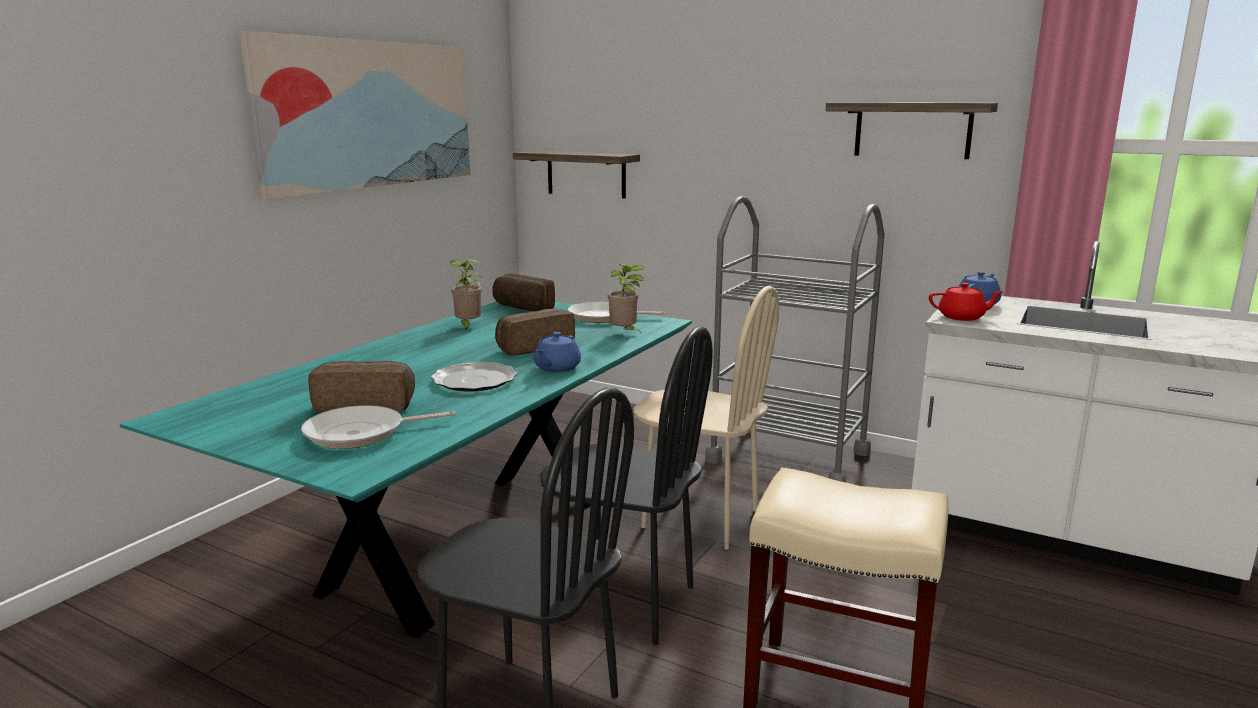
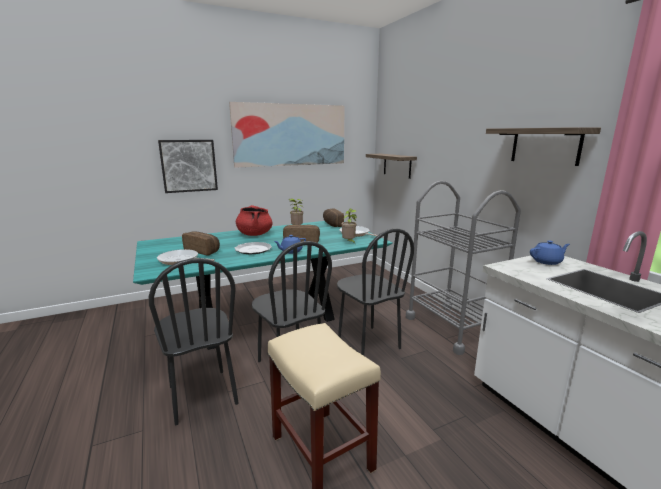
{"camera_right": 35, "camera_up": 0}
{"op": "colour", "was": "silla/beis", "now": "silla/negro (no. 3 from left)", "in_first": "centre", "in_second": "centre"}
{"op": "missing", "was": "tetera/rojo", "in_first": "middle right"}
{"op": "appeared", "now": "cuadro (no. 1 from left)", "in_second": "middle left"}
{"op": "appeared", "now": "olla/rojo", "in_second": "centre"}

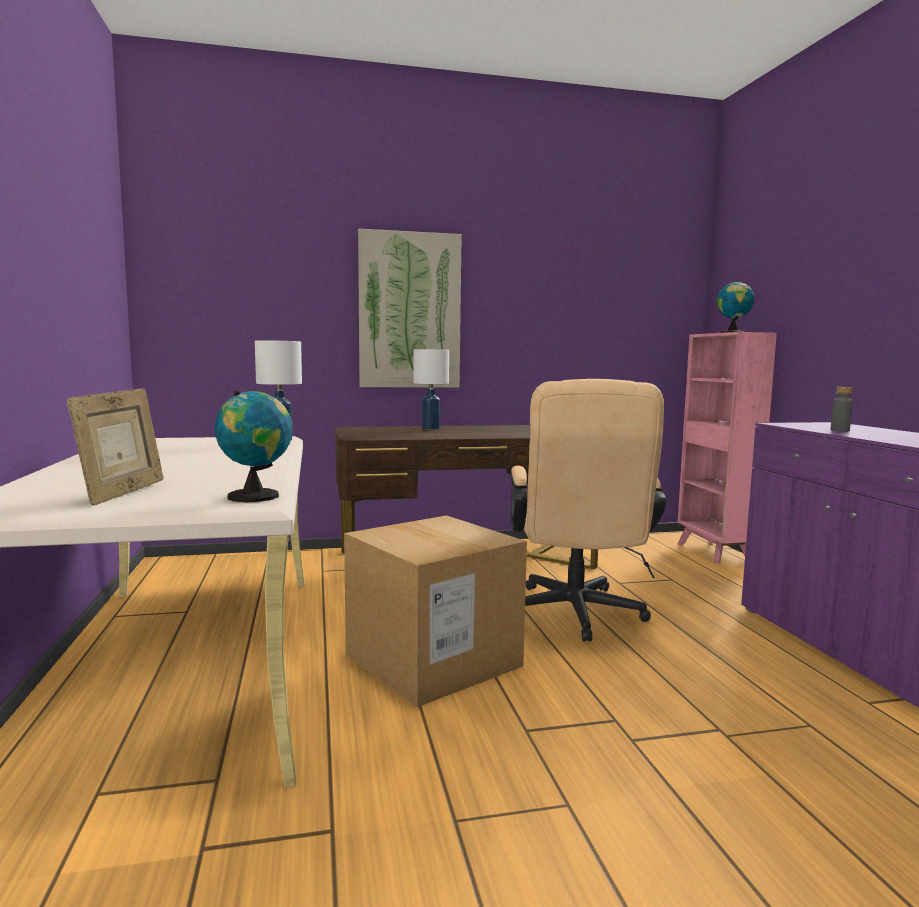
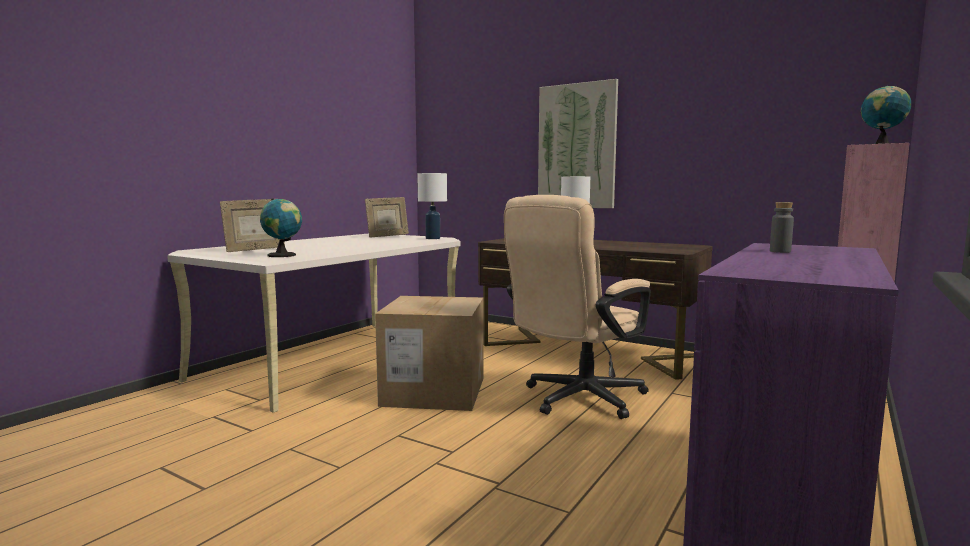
{"camera_right": 45, "camera_up": 0}
{"op": "appeared", "now": "portarretratos (no. 2 from left)", "in_second": "centre"}

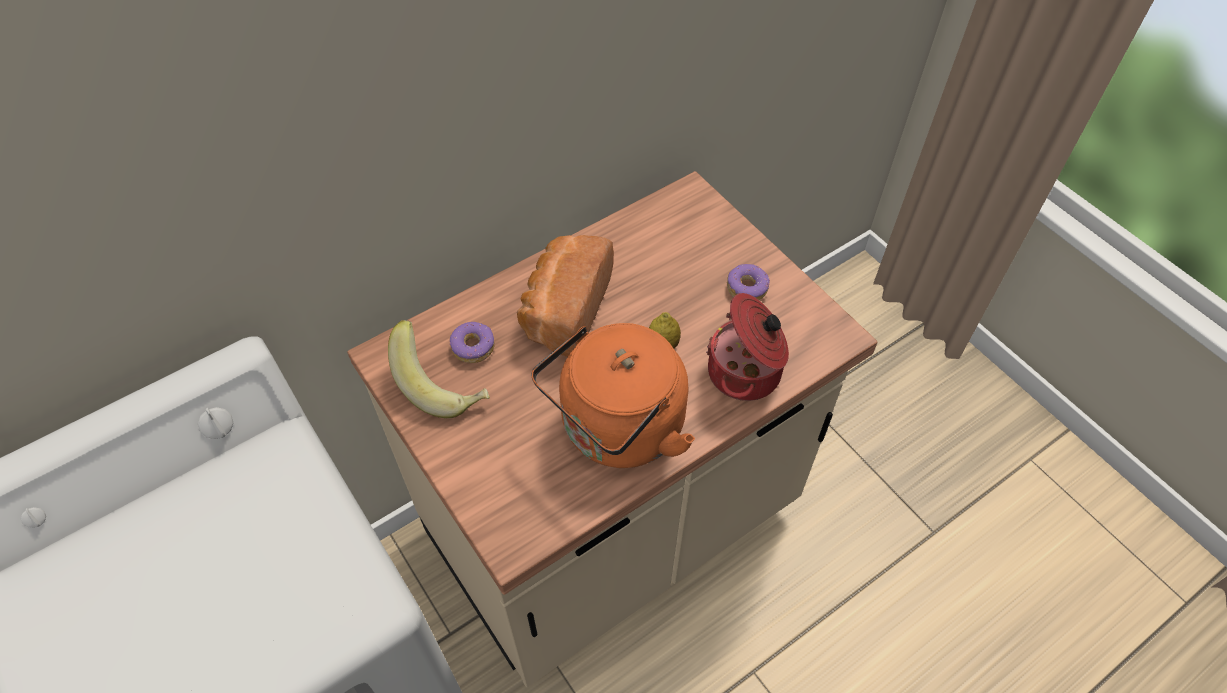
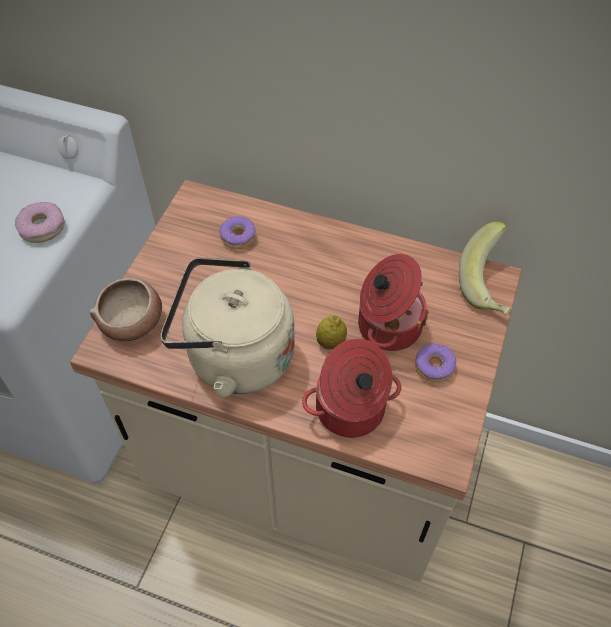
{"camera_right": 55, "camera_up": 0}
{"op": "relocated", "was": "plátano", "in_first": "centre", "in_second": "middle right"}
{"op": "missing", "was": "pan", "in_first": "centre"}
{"op": "colour", "was": "hervidor/naranja", "now": "hervidor/beis", "in_first": "centre", "in_second": "centre"}
{"op": "appeared", "now": "rosquilla (no. 1 from left)", "in_second": "middle left"}
{"op": "appeared", "now": "cuenco", "in_second": "middle left"}
{"op": "appeared", "now": "olla (no. 2 from left)", "in_second": "centre"}

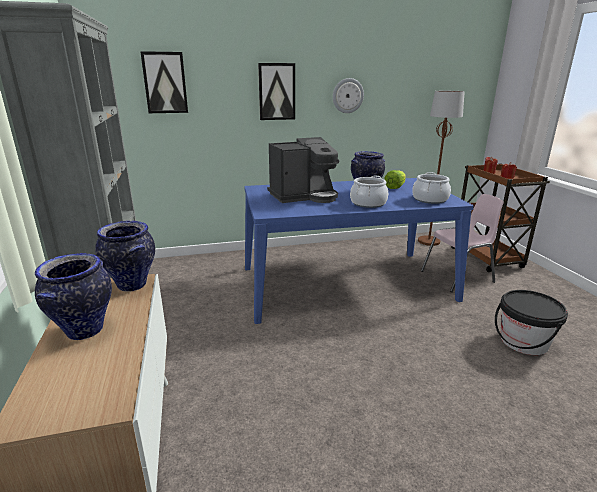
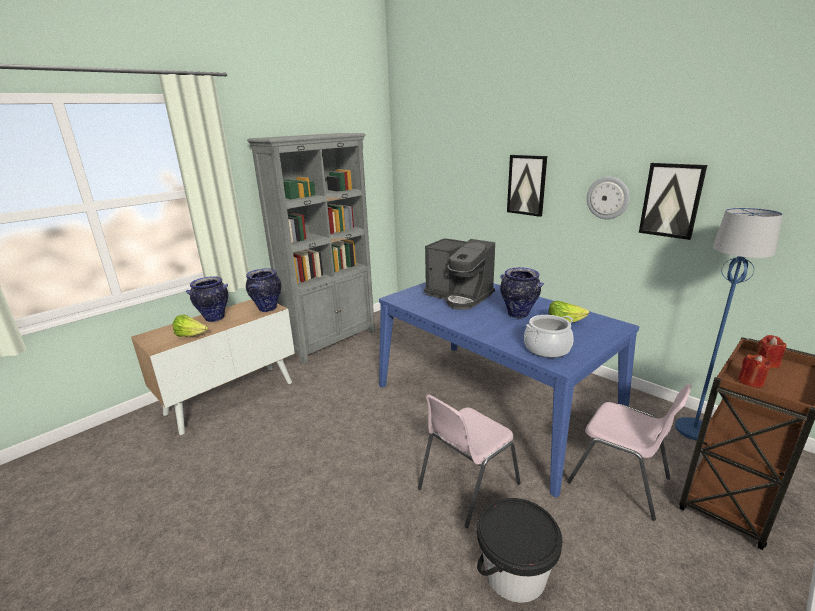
{"camera_right": 60, "camera_up": 0}
{"op": "relocated", "was": "cuadro (no. 1 from left in the first image)", "now": "cuadro (no. 2 from left)", "in_first": "top left", "in_second": "top right"}
{"op": "missing", "was": "olla (no. 1 from left)", "in_first": "centre"}
{"op": "colour", "was": "lámpara de pie/marrón", "now": "lámpara de pie/azul", "in_first": "middle right", "in_second": "middle right"}
{"op": "appeared", "now": "lechuga (no. 1 from left)", "in_second": "middle left"}
{"op": "appeared", "now": "silla/rosa (no. 1 from left)", "in_second": "bottom centre"}

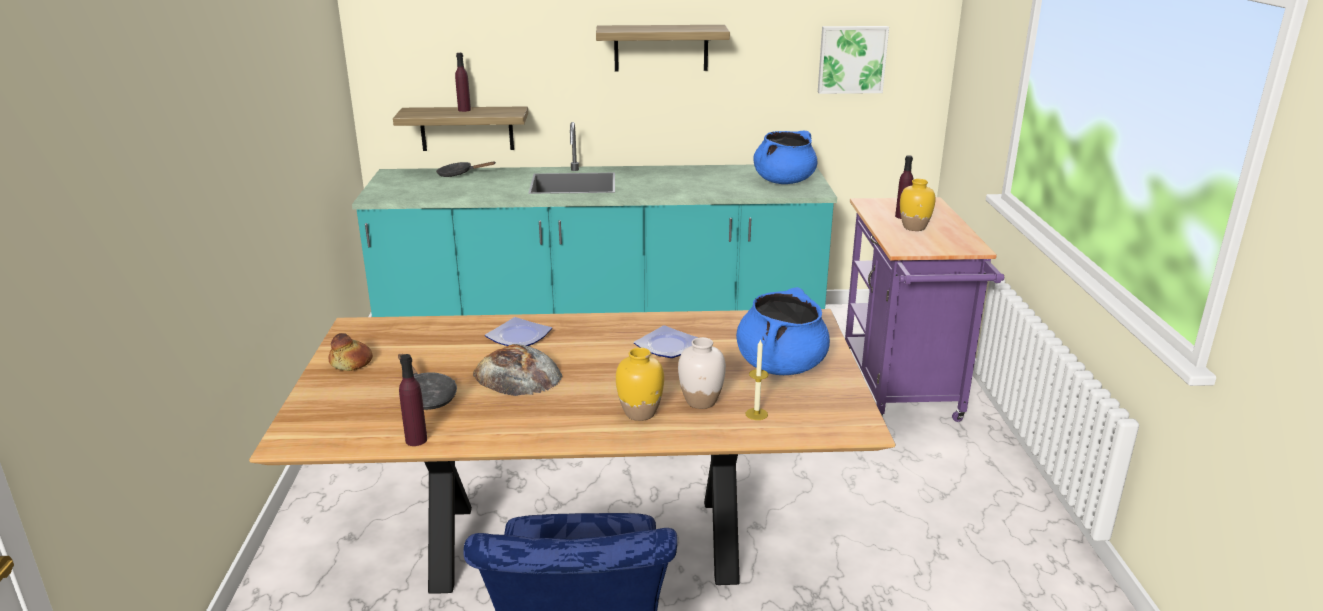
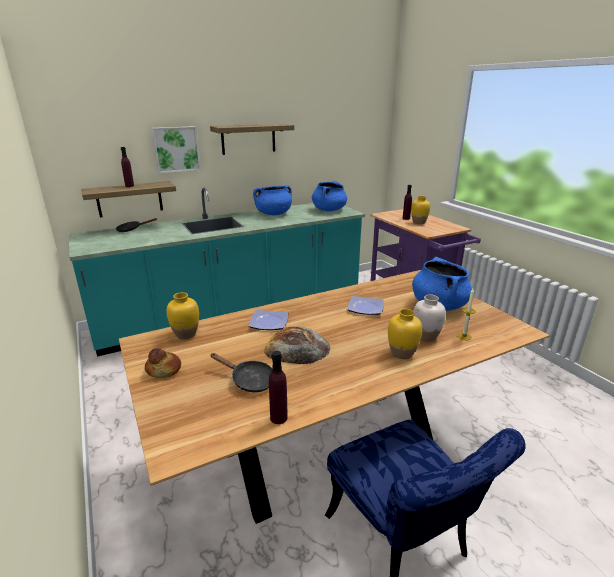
{"camera_right": -25, "camera_up": 0}
{"op": "relocated", "was": "cuadro", "in_first": "top centre", "in_second": "top left"}
{"op": "appeared", "now": "florero/amarillo (no. 1 from left)", "in_second": "middle left"}
{"op": "appeared", "now": "olla/azul (no. 1 from left)", "in_second": "centre"}

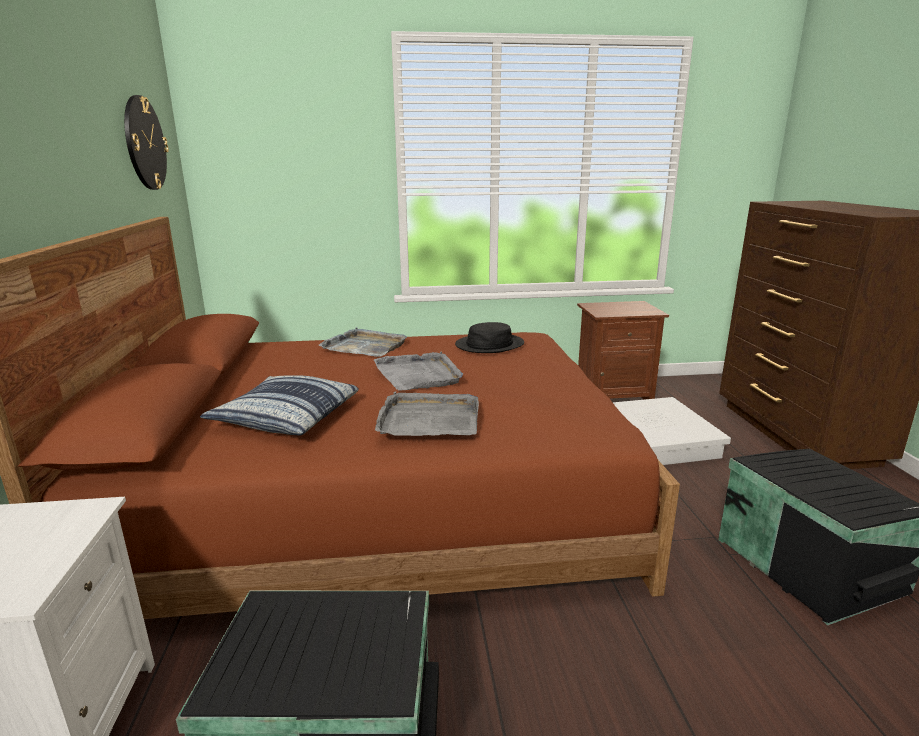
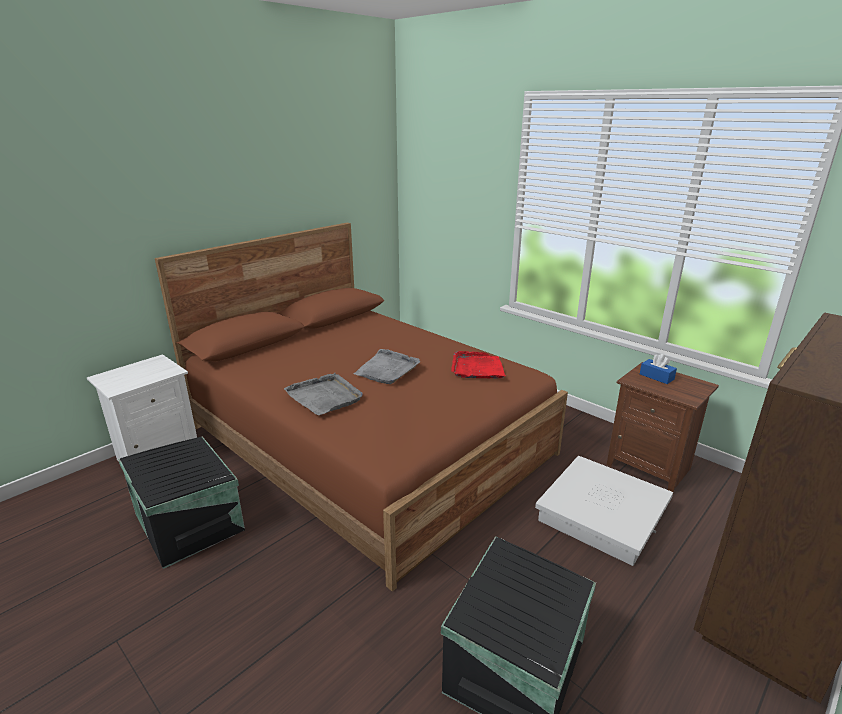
{"camera_right": 50, "camera_up": 5}
{"op": "missing", "was": "reloj de pared", "in_first": "top left"}
{"op": "missing", "was": "cojín", "in_first": "middle left"}
{"op": "missing", "was": "bandeja/gris (no. 1 from left)", "in_first": "centre"}
{"op": "exchanged", "was": "sombrero/negro", "now": "bandeja/rojo", "in_first": "centre", "in_second": "centre"}
{"op": "appeared", "now": "caja de pañuelos/azul", "in_second": "middle right"}

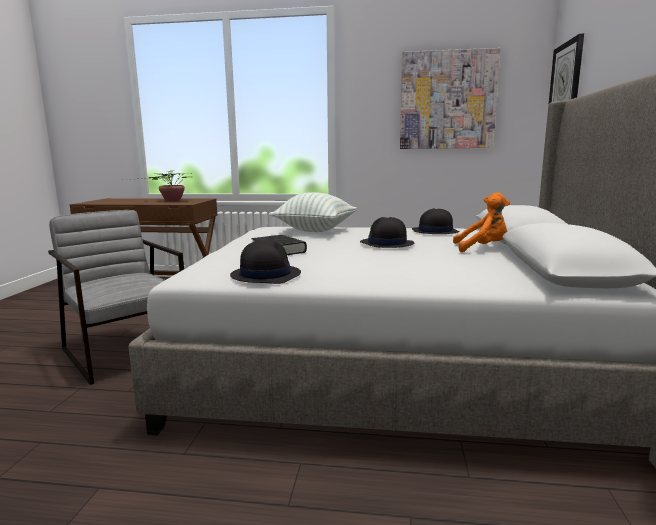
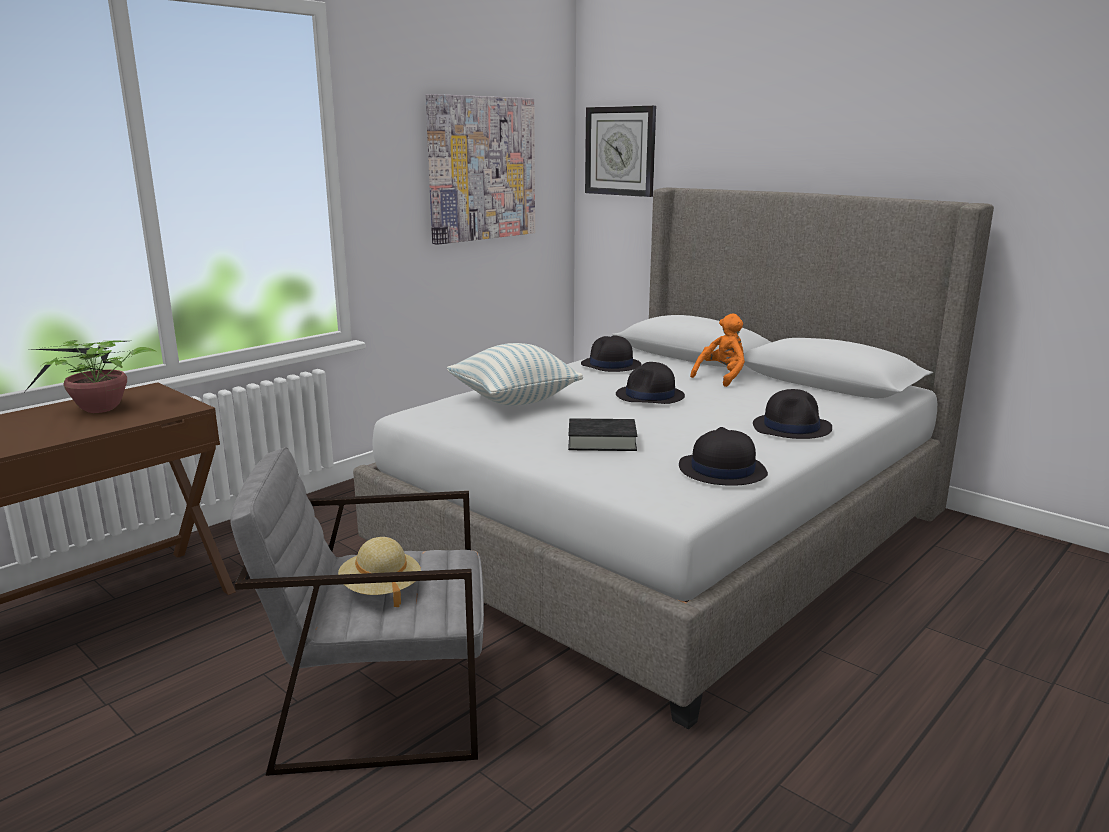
{"camera_right": -55, "camera_up": 5}
{"op": "appeared", "now": "sombrero/beis", "in_second": "bottom centre"}
{"op": "appeared", "now": "sombrero/negro (no. 4 from left)", "in_second": "middle right"}

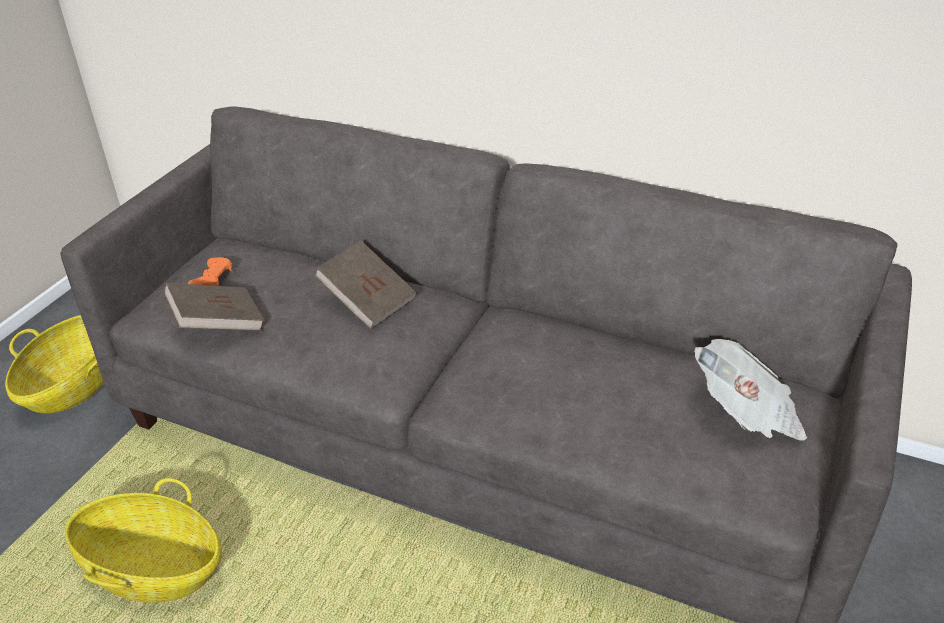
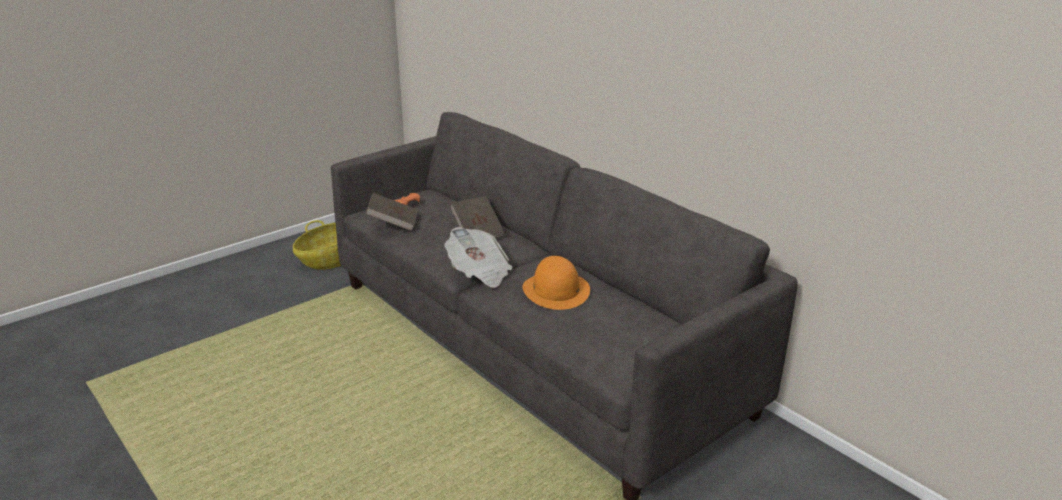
{"camera_right": 25, "camera_up": -10}
{"op": "missing", "was": "cesta (no. 2 from left)", "in_first": "bottom left"}
{"op": "relocated", "was": "periódico", "in_first": "middle right", "in_second": "centre"}
{"op": "appeared", "now": "sombrero/naranja", "in_second": "centre"}

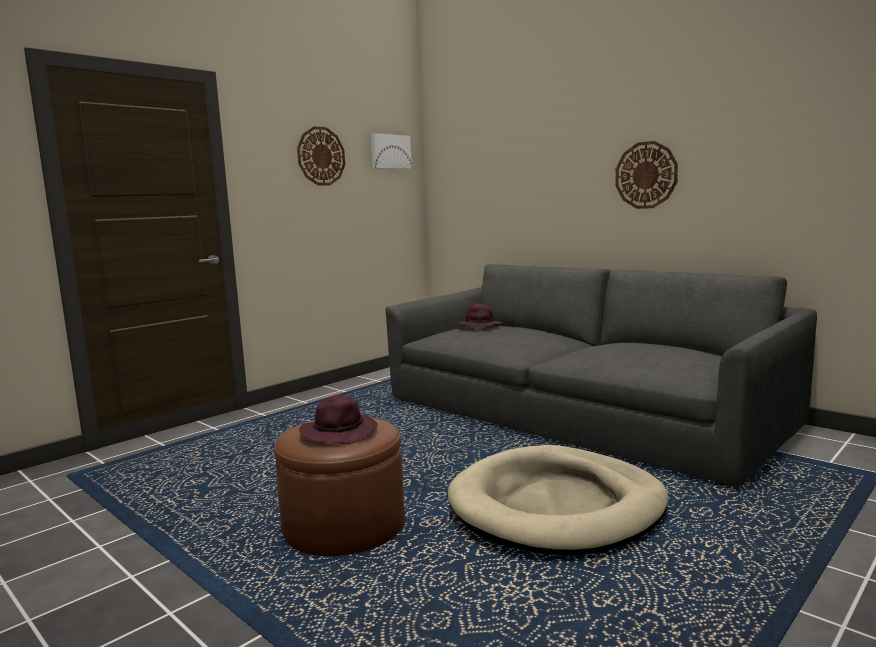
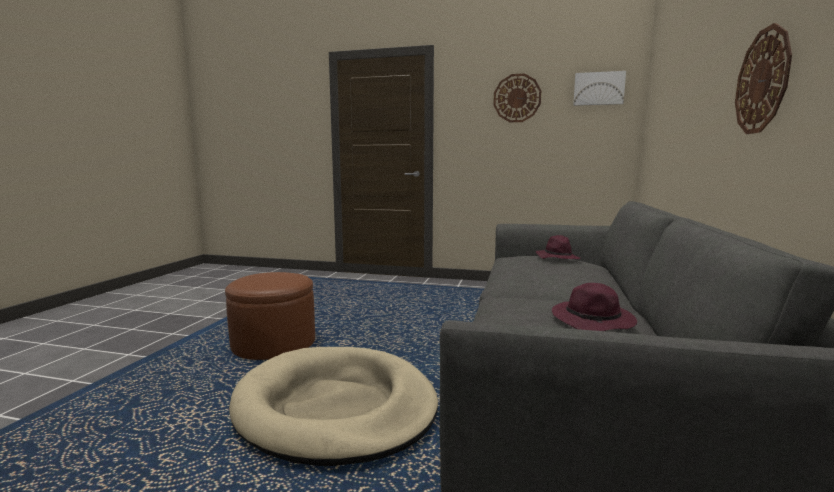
{"camera_right": 60, "camera_up": 0}
{"op": "relocated", "was": "sombrero/morado (no. 1 from left in the first image)", "now": "sombrero/morado (no. 2 from left)", "in_first": "centre", "in_second": "middle right"}

